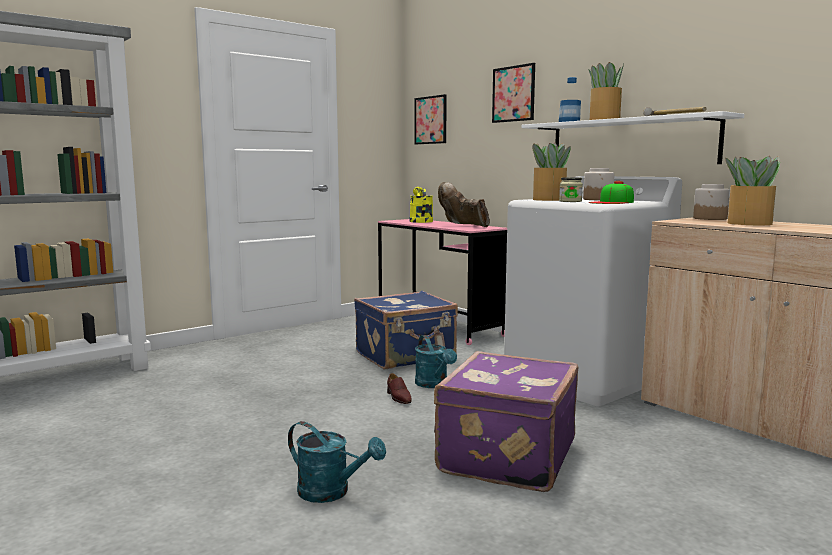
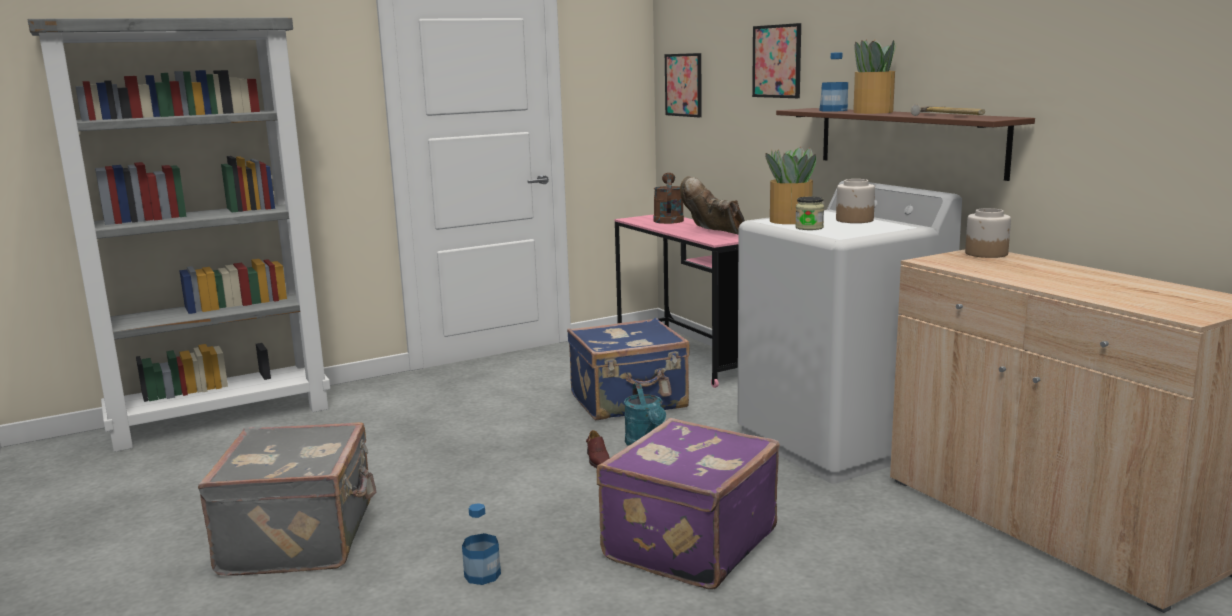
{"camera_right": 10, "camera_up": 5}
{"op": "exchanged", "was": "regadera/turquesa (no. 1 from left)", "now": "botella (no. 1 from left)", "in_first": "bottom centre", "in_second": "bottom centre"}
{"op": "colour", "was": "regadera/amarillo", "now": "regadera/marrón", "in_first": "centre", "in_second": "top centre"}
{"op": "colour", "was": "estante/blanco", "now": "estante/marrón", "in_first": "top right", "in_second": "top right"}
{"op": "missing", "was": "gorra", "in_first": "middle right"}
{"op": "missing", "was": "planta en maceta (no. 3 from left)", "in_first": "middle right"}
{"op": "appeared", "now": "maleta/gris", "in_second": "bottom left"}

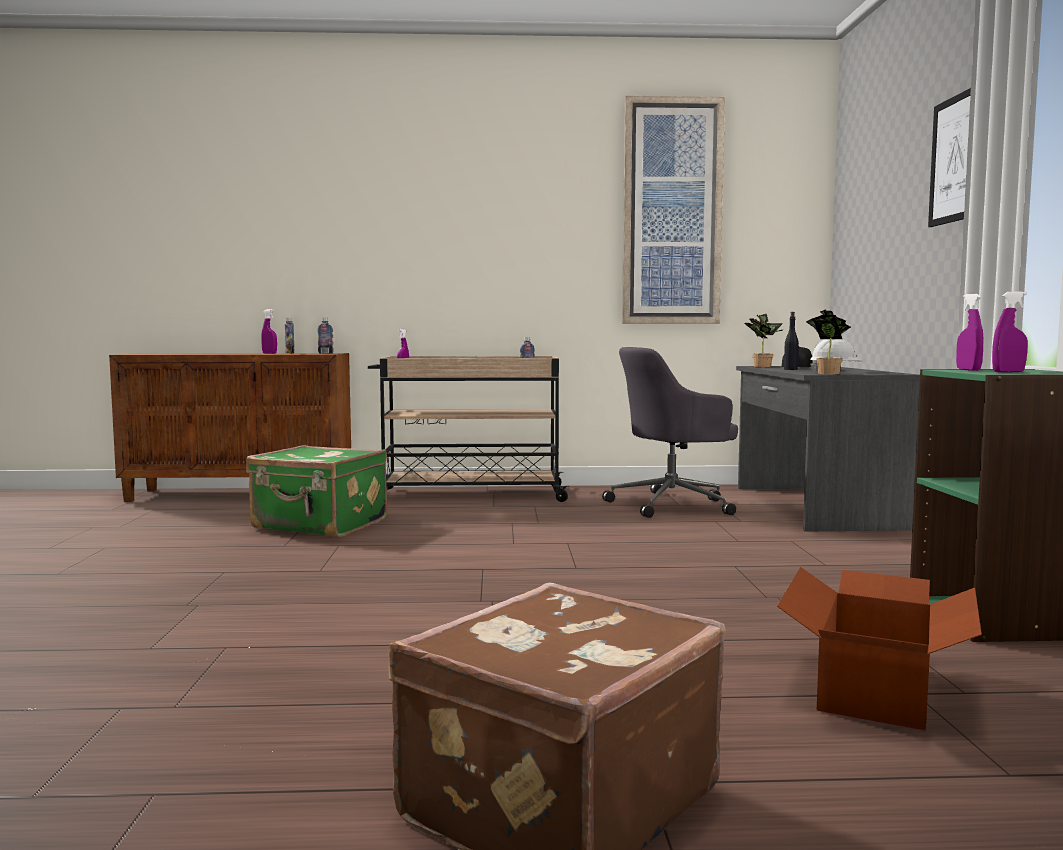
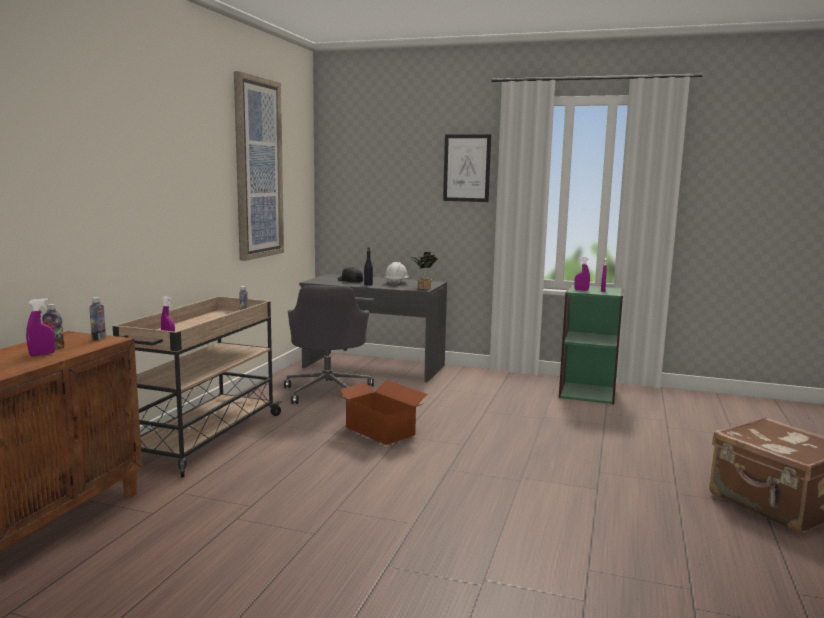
{"camera_right": -70, "camera_up": 5}
{"op": "missing", "was": "maleta/verde", "in_first": "middle left"}
{"op": "missing", "was": "planta en maceta (no. 1 from left)", "in_first": "middle right"}
{"op": "relocated", "was": "caja de cartón", "in_first": "bottom right", "in_second": "bottom centre"}

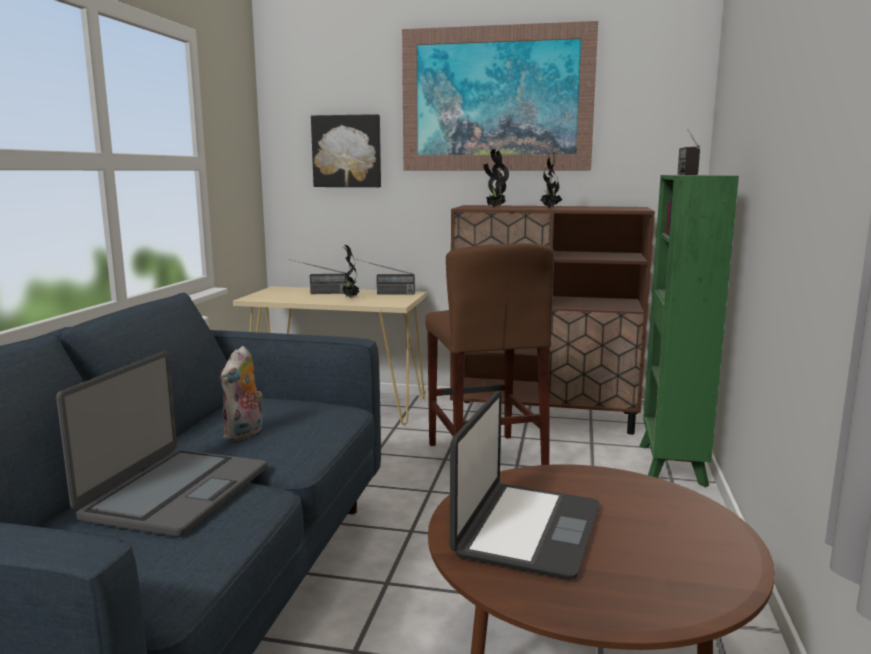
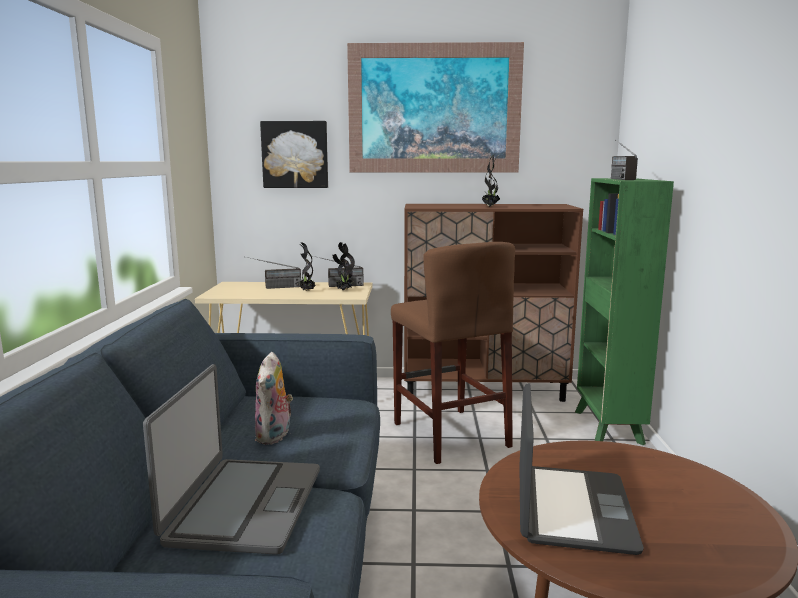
{"camera_right": -10, "camera_up": 0}
{"op": "relocated", "was": "planta en maceta (no. 2 from left)", "in_first": "top centre", "in_second": "centre"}

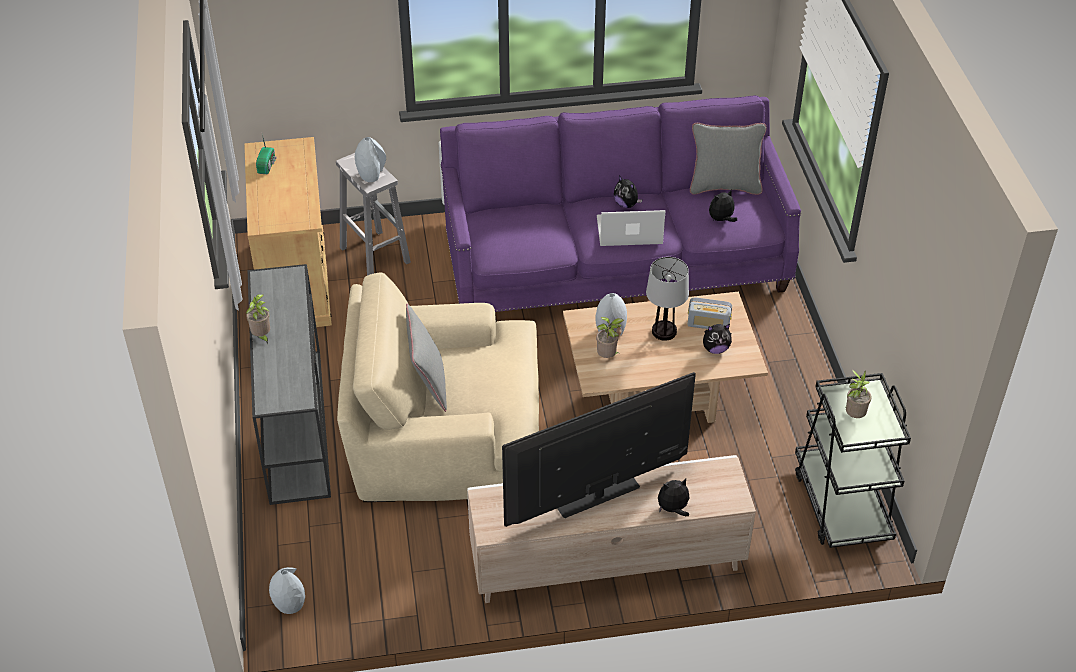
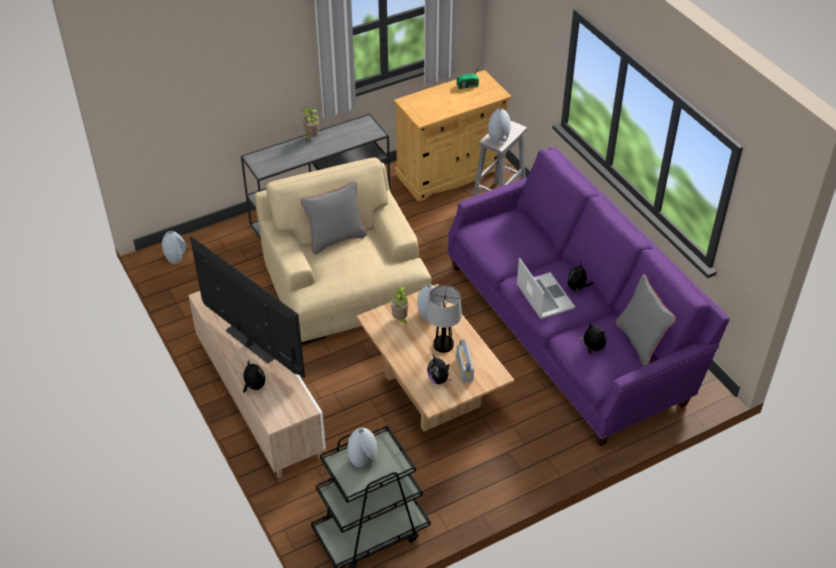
{"camera_right": 70, "camera_up": 0}
{"op": "exchanged", "was": "planta en maceta (no. 3 from left)", "now": "florero/gris (no. 2 from left)", "in_first": "middle right", "in_second": "bottom centre"}

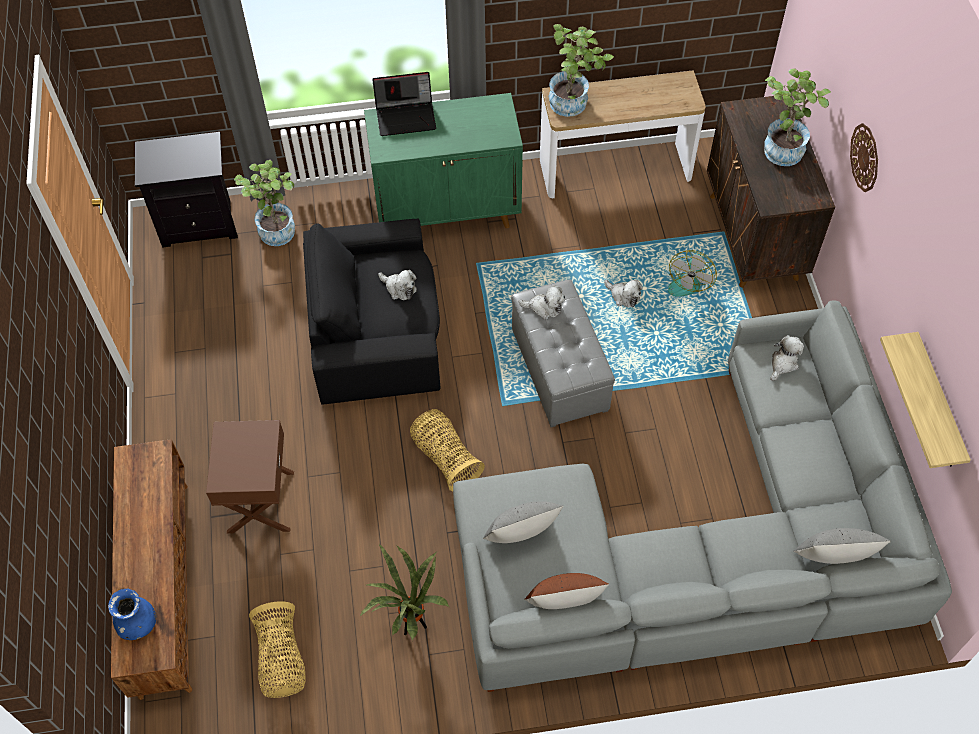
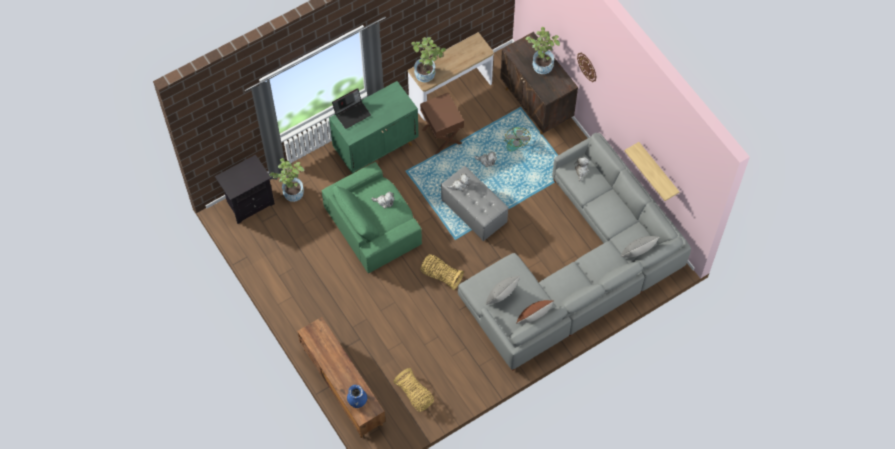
{"camera_right": -25, "camera_up": 5}
{"op": "relocated", "was": "mesa auxiliar/marrón", "in_first": "middle left", "in_second": "top centre"}
{"op": "colour", "was": "sillón/negro", "now": "sillón/verde", "in_first": "centre", "in_second": "centre"}
{"op": "missing", "was": "planta en maceta (no. 2 from left)", "in_first": "bottom centre"}

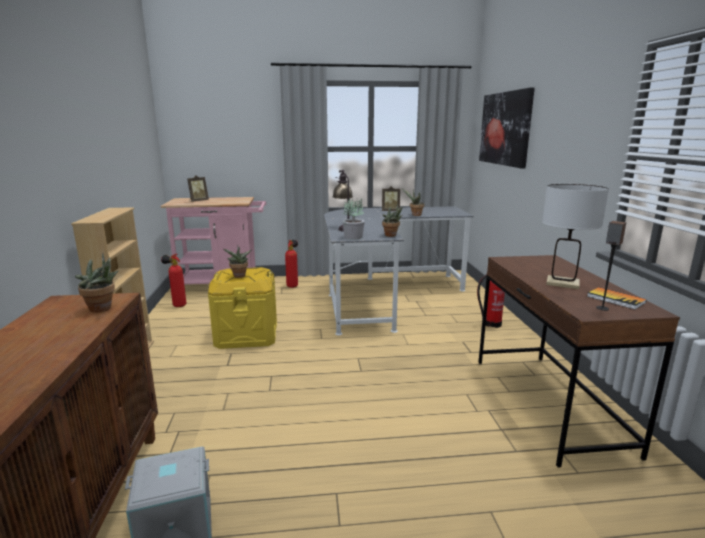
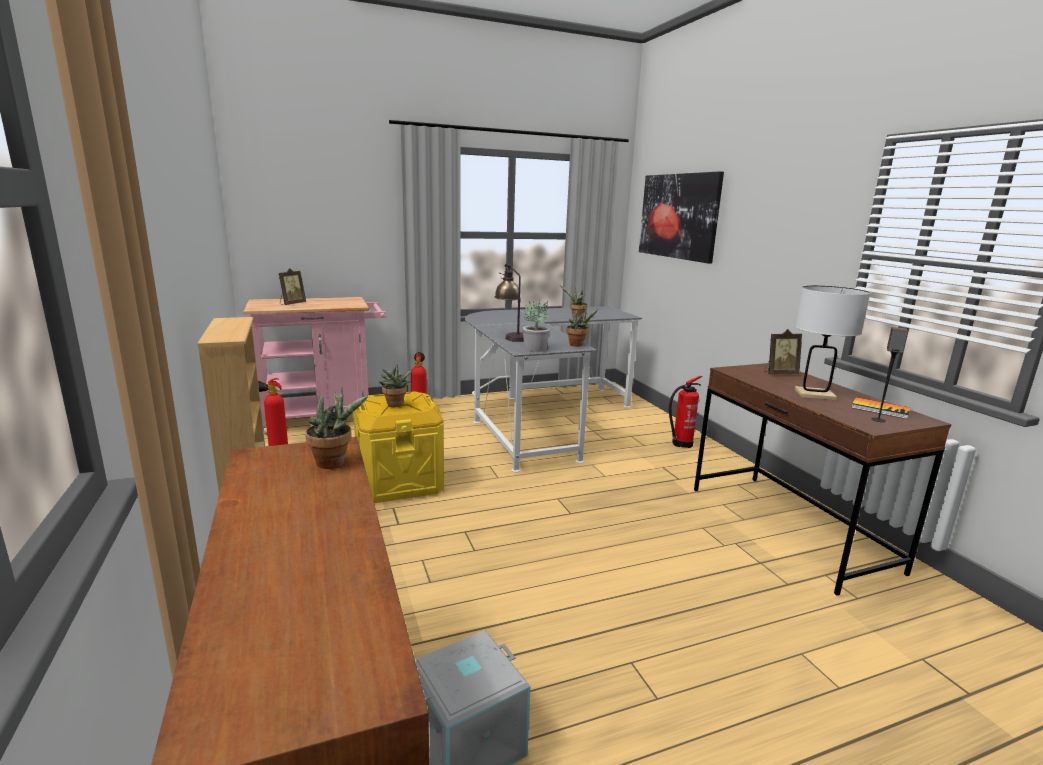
{"camera_right": -15, "camera_up": 0}
{"op": "relocated", "was": "portarretratos (no. 2 from left)", "in_first": "centre", "in_second": "middle right"}

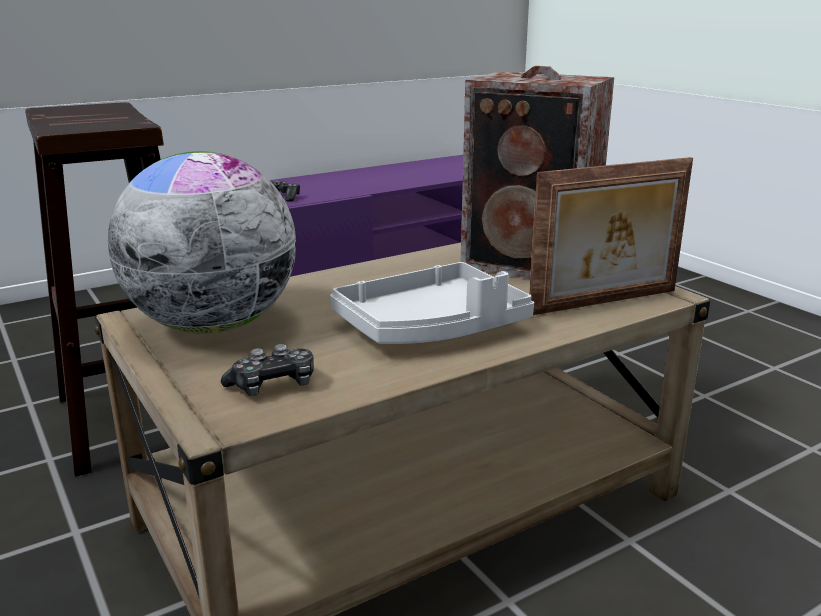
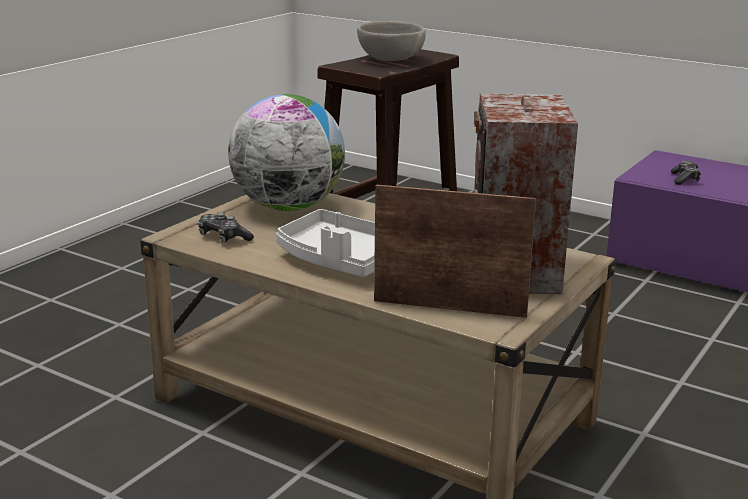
{"camera_right": 65, "camera_up": 0}
{"op": "spun", "was": "portarretratos", "in_first": "middle right", "in_second": "centre", "clockwise": 150}
{"op": "appeared", "now": "cuenco/gris", "in_second": "top centre"}

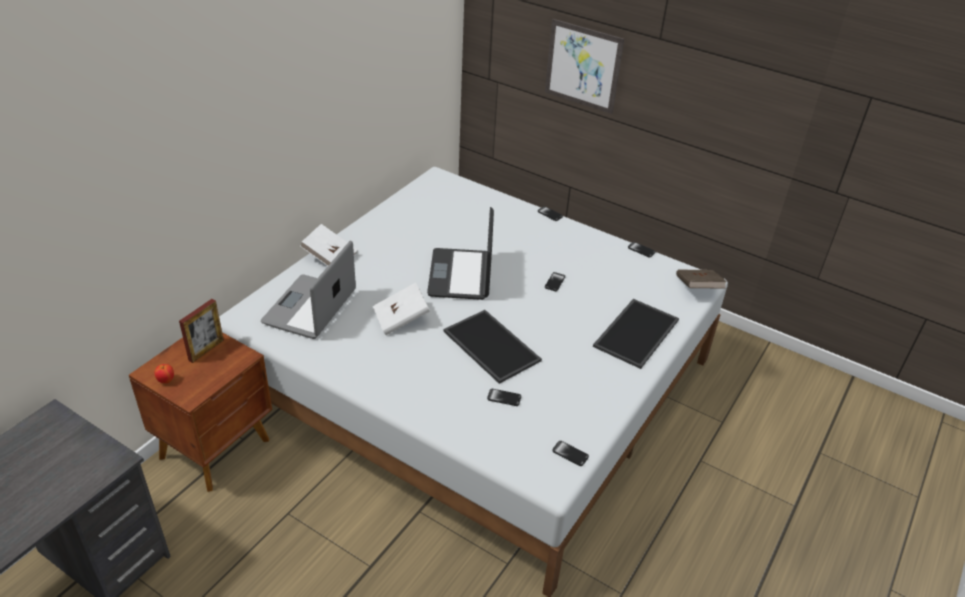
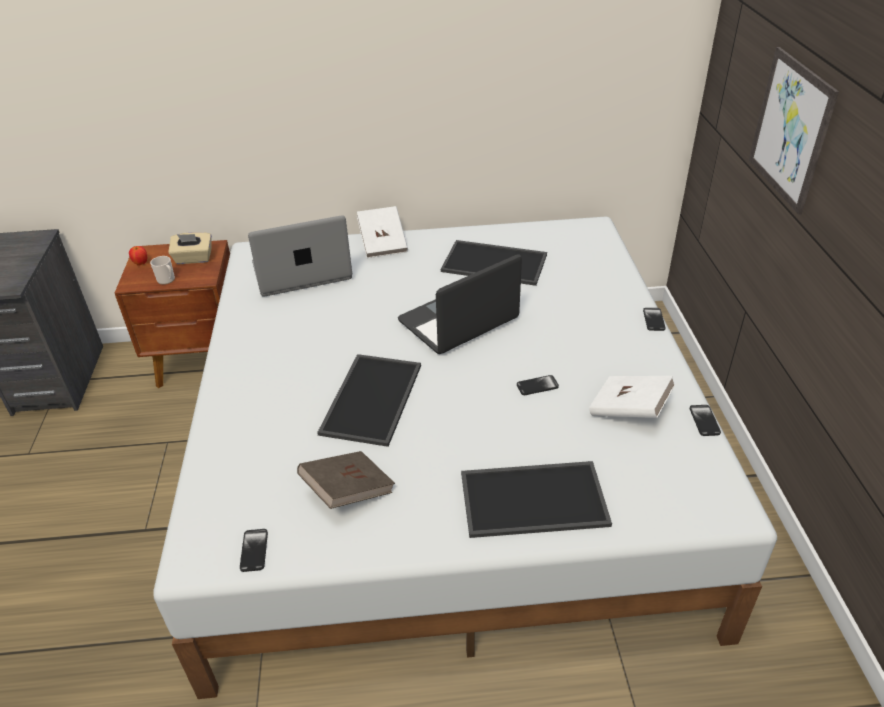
{"camera_right": 55, "camera_up": 0}
{"op": "exchanged", "was": "portarretratos", "now": "caja de pañuelos/beis", "in_first": "middle left", "in_second": "middle left"}
{"op": "relocated", "was": "libro/blanco (no. 2 from left)", "in_first": "centre", "in_second": "middle right"}
{"op": "missing", "was": "móvil (no. 1 from left)", "in_first": "centre"}
{"op": "relocated", "was": "libro/marrón", "in_first": "middle right", "in_second": "bottom centre"}
{"op": "appeared", "now": "taza grande", "in_second": "middle left"}
{"op": "appeared", "now": "bandeja (no. 2 from left)", "in_second": "centre"}

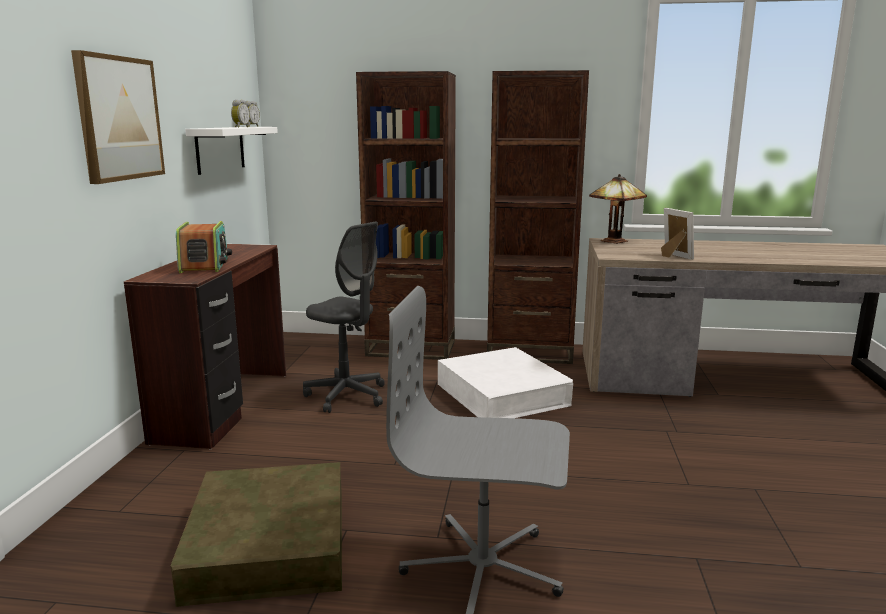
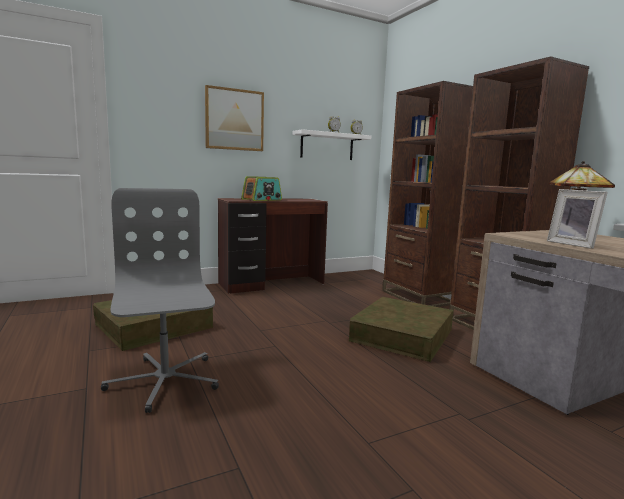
{"camera_right": 55, "camera_up": -5}
{"op": "missing", "was": "silla de oficina/gris (no. 1 from left)", "in_first": "centre"}
{"op": "colour", "was": "caja de almacenaje/blanco", "now": "caja de almacenaje/marrón (no. 2 from left)", "in_first": "centre", "in_second": "centre"}
{"op": "spun", "was": "portarretratos", "in_first": "middle right", "in_second": "middle right", "clockwise": 120}

